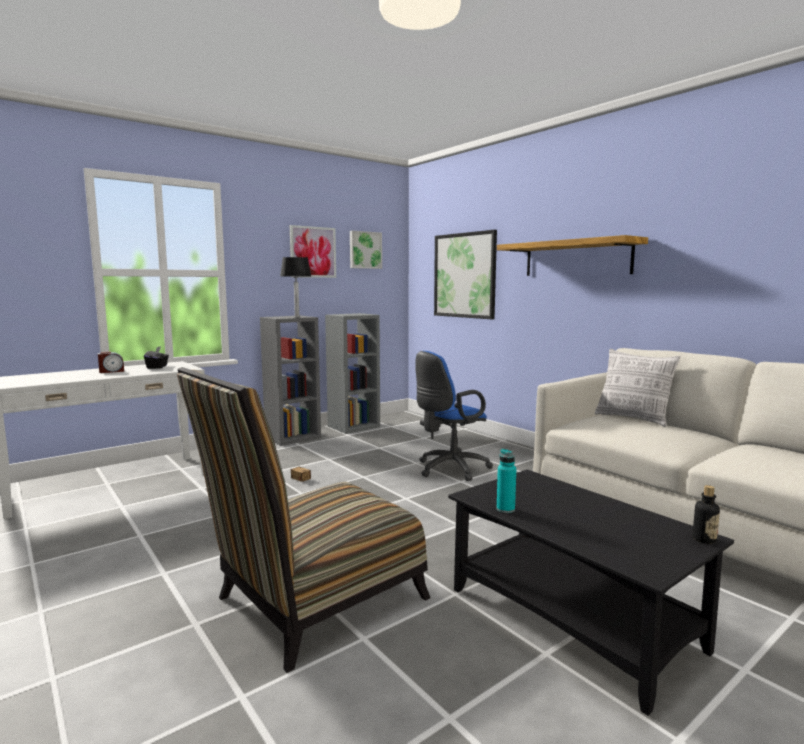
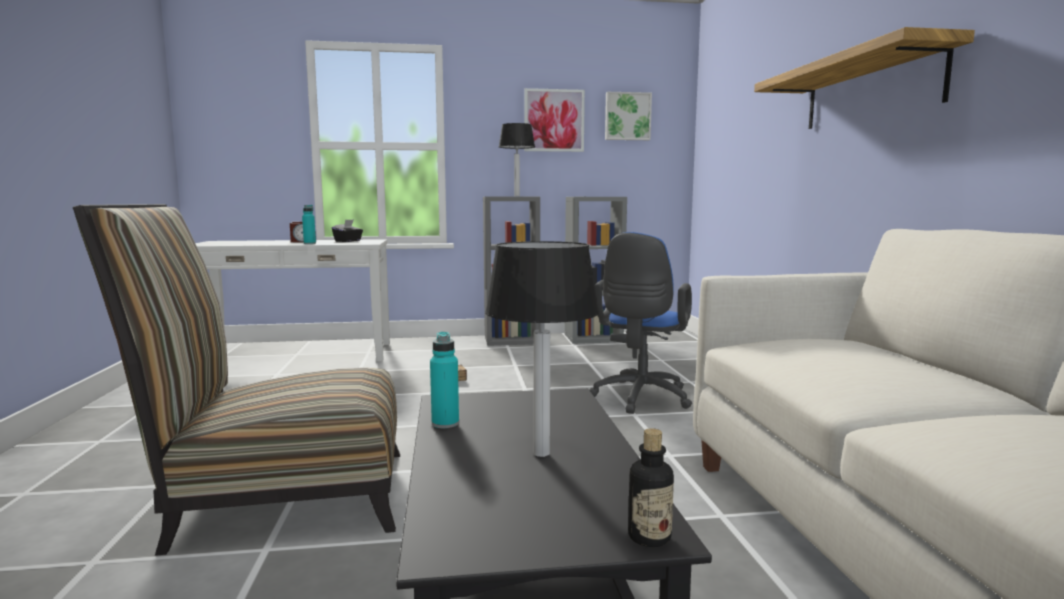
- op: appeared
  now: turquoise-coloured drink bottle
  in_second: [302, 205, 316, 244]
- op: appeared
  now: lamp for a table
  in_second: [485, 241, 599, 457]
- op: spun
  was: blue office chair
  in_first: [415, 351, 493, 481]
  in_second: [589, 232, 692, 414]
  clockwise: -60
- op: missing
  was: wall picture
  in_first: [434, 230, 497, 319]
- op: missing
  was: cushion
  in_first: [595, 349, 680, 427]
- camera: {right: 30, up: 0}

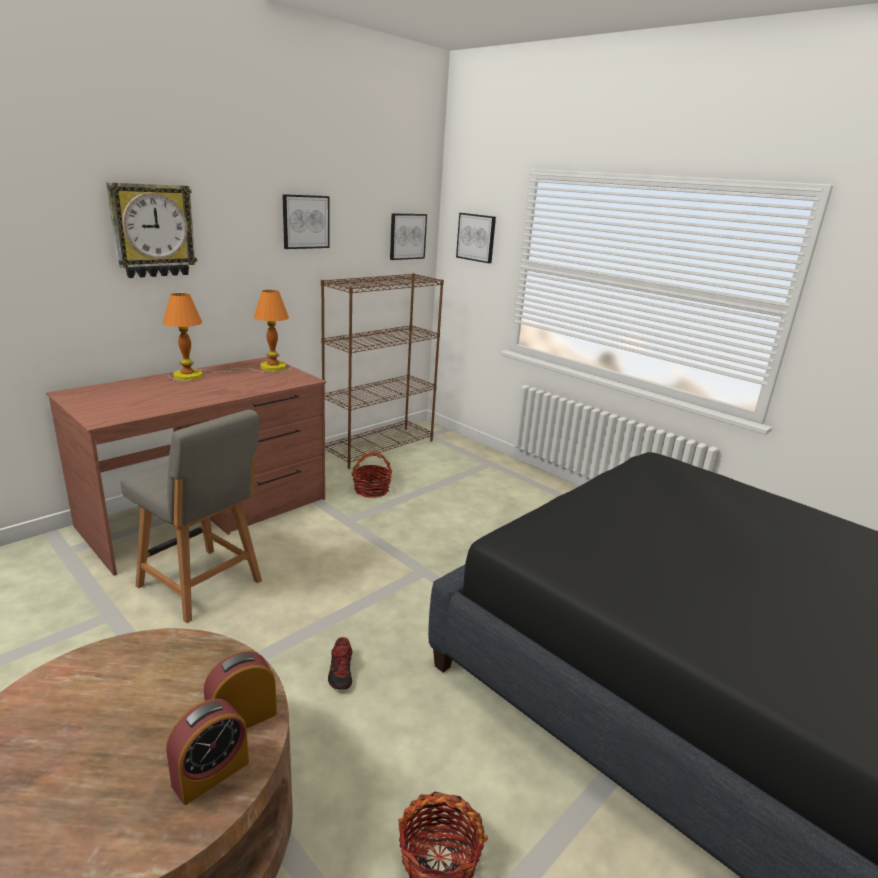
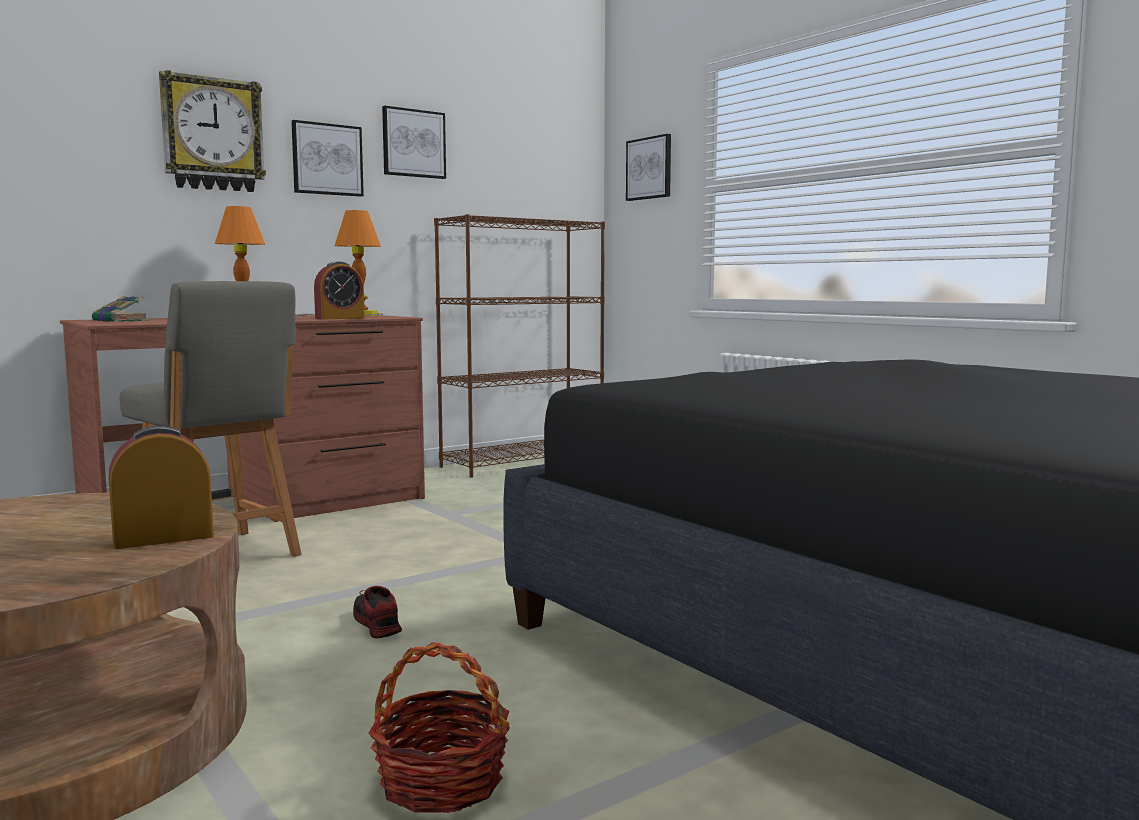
- op: appeared
  now: volume
  in_second: [92, 296, 149, 322]
- op: relocated
  was: wall picture
  in_first: [390, 213, 427, 260]
  in_second: [291, 120, 364, 197]
- op: relocated
  was: bedside clock
  in_first: [166, 699, 249, 805]
  in_second: [314, 261, 365, 319]
- op: spun
  was: low shoe
  in_first: [328, 637, 353, 690]
  in_second: [353, 586, 402, 638]
  clockwise: 150
- op: missing
  was: storage basket
  in_first: [351, 452, 392, 498]
- camera: {right: 10, up: -15}

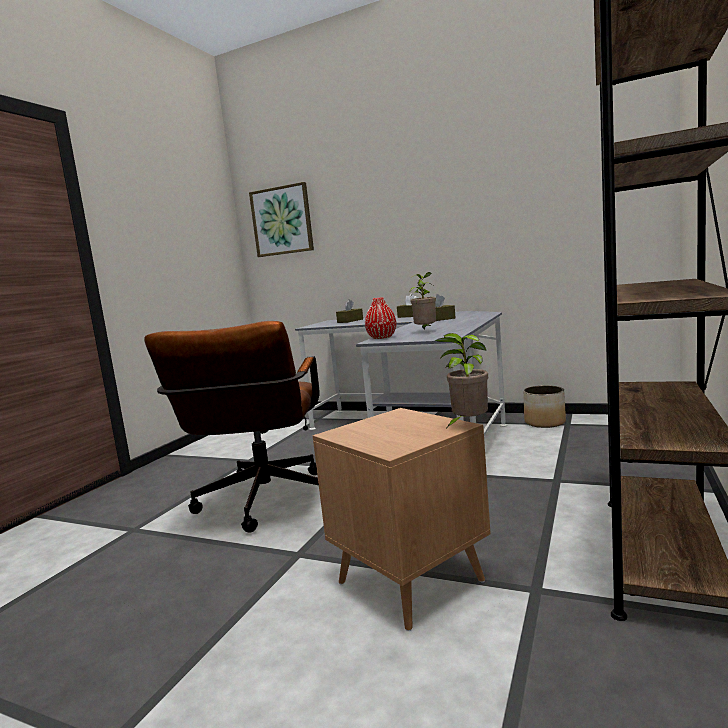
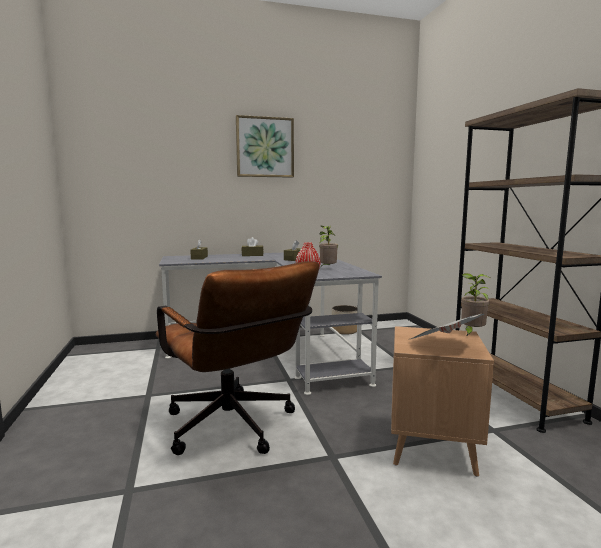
- op: relocated
  was: wall picture
  in_first: [249, 182, 314, 257]
  in_second: [236, 115, 294, 178]
- op: appeared
  now: daily paper
  in_second: [411, 313, 484, 339]
- camera: {right: -40, up: 0}

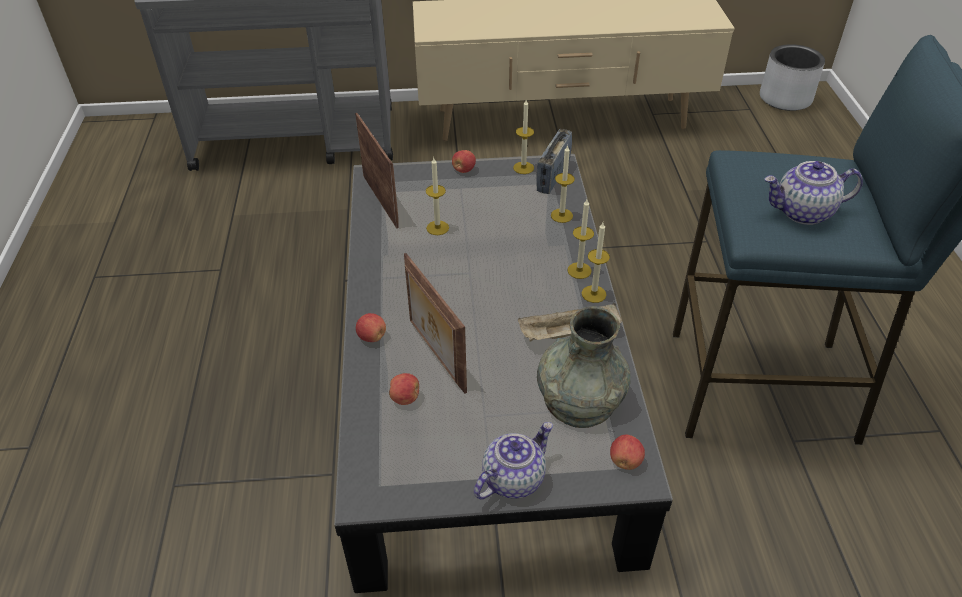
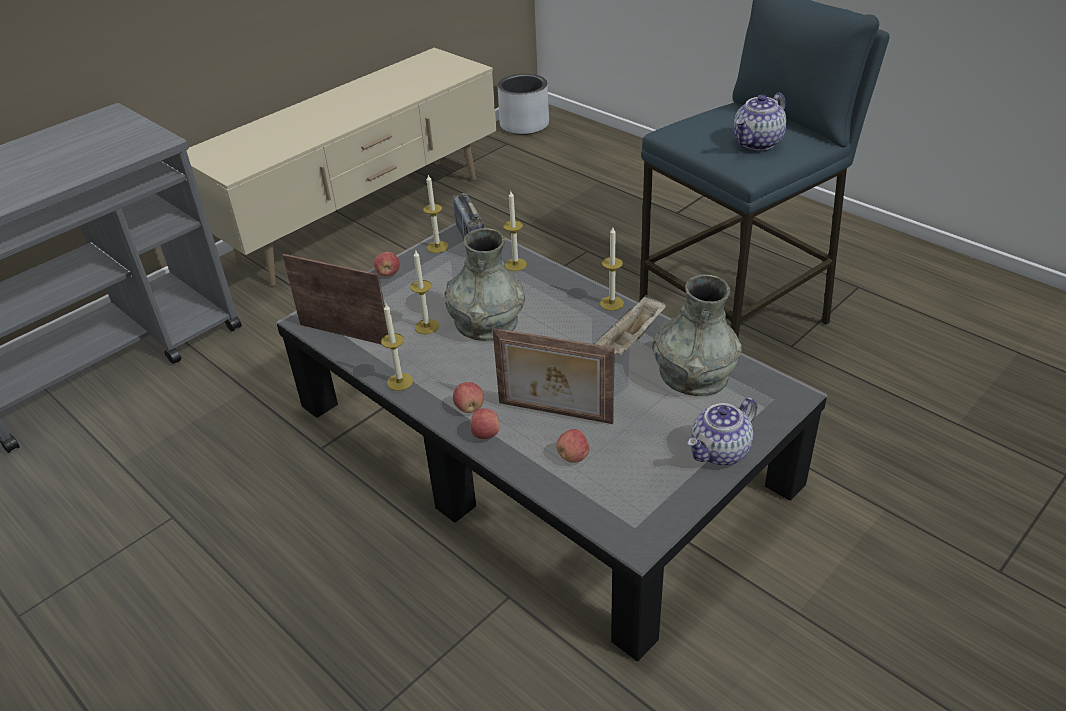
- op: relocated
  was: wax light
  in_first: [567, 200, 594, 279]
  in_second: [381, 304, 413, 391]
- op: appeared
  now: greyish flower vase
  in_second: [444, 228, 525, 341]
- op: relocated
  was: apple fruit
  in_first: [610, 434, 645, 470]
  in_second: [453, 382, 484, 413]
- op: spun
  was: teapot
  in_first: [474, 422, 553, 499]
  in_second: [687, 397, 757, 466]
  clockwise: -135
- camera: {right: -40, up: -5}

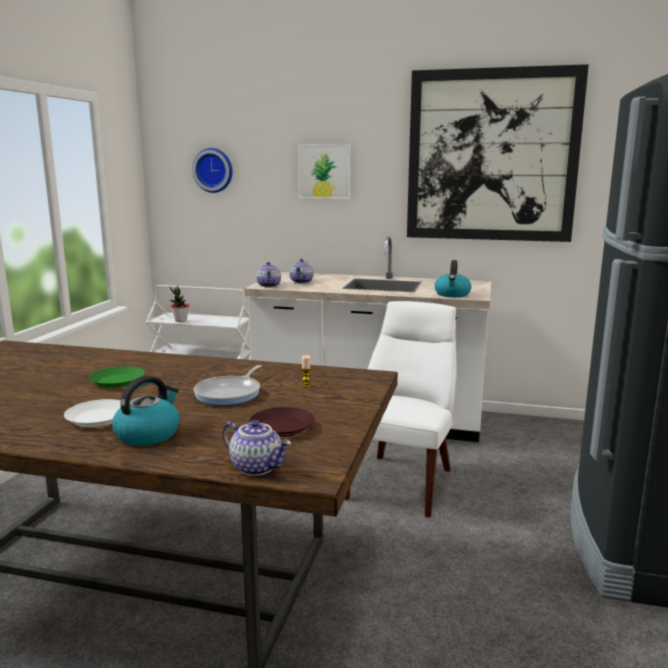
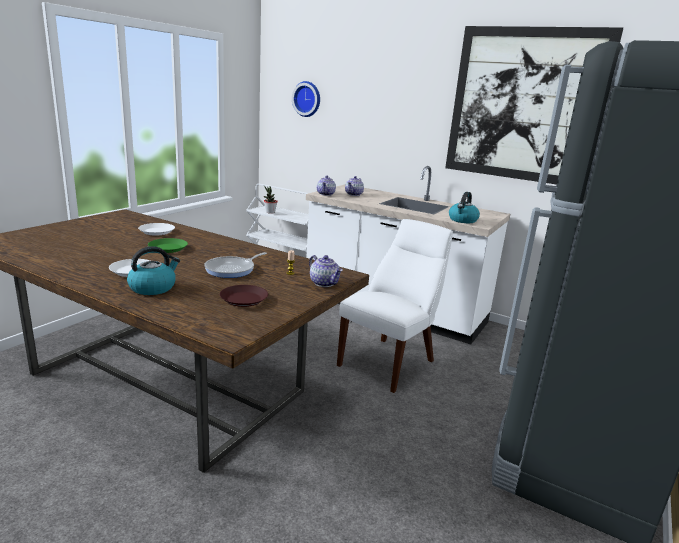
- op: appeared
  now: white-coloured flat dish
  in_second: [138, 223, 175, 235]
- op: relocated
  was: teapot
  in_first: [222, 420, 291, 476]
  in_second: [309, 255, 343, 287]
- op: missing
  was: wall picture
  in_first: [298, 144, 350, 199]
- camera: {right: 15, up: 5}

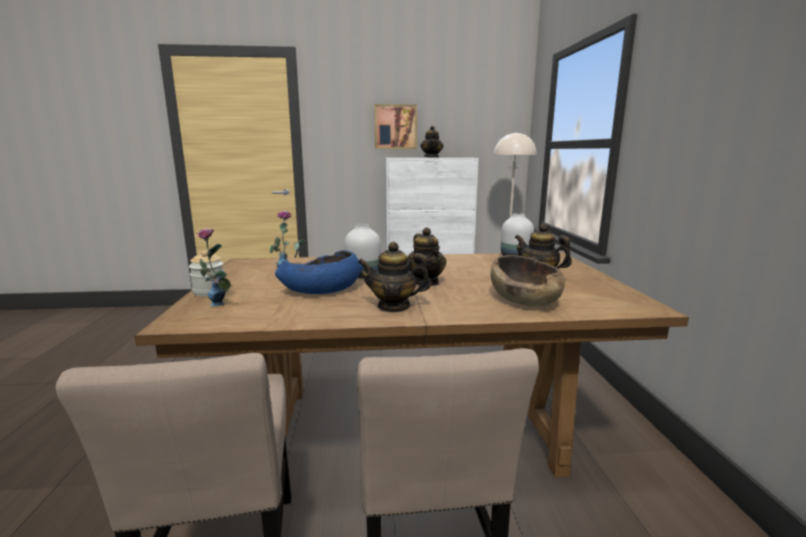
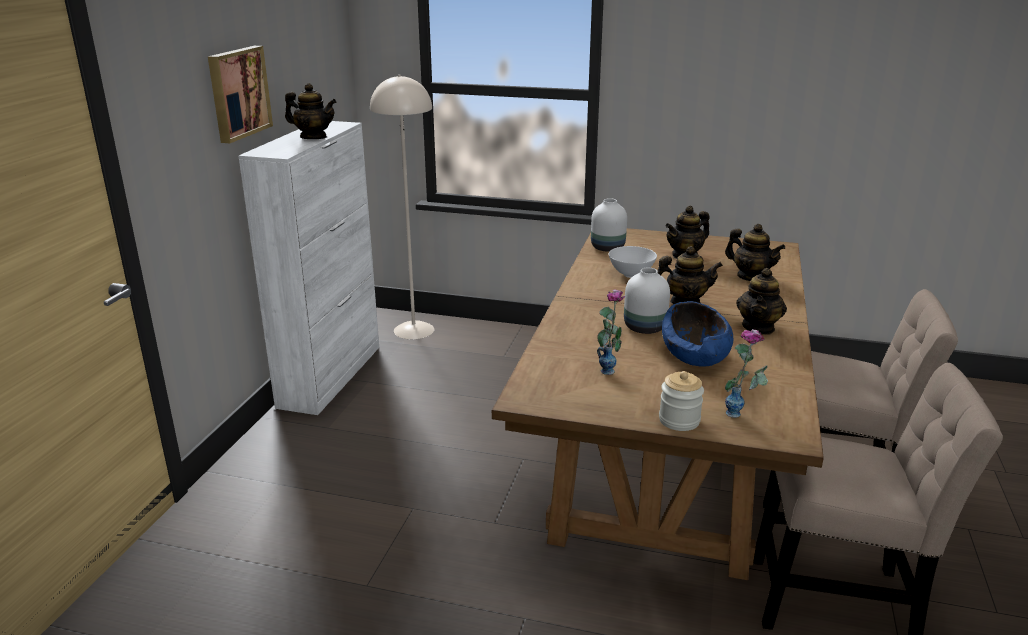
- op: appeared
  now: white-coloured deep dish
  in_second: [609, 246, 657, 278]
- op: exchanged
  was: brown deep dish
  now: teapot
  in_first: [491, 255, 565, 306]
  in_second: [725, 224, 785, 281]
- camera: {right: -70, up: 10}

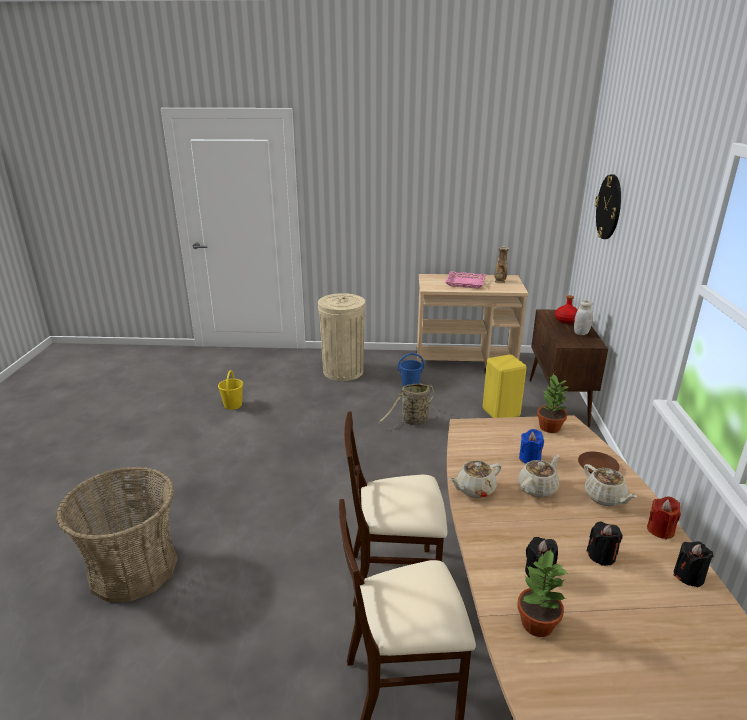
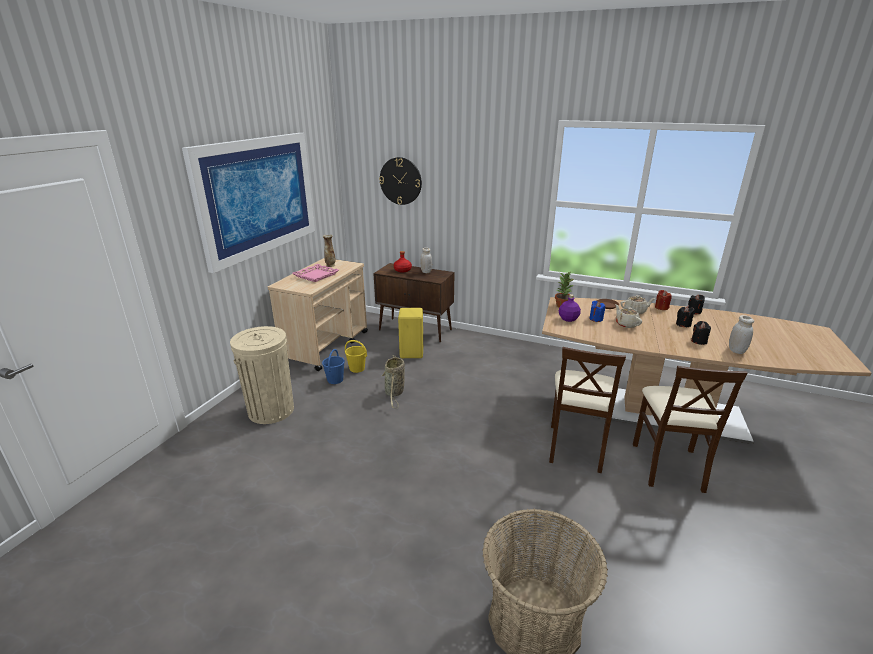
- op: appeared
  now: wall picture
  in_second: [182, 133, 315, 273]
- op: relocated
  was: yellow-coloured pail
  in_first: [218, 370, 243, 410]
  in_second: [345, 340, 367, 373]
- op: appeared
  now: purple drink bottle
  in_second: [559, 294, 581, 322]
- op: exchanged
  was: plant in a pot
  now: white-coloured jar
  in_first: [518, 549, 568, 637]
  in_second: [729, 315, 754, 354]
- op: missing
  was: sand-coloured teapot
  in_first: [449, 461, 501, 498]
- camera: {right: -70, up: 0}

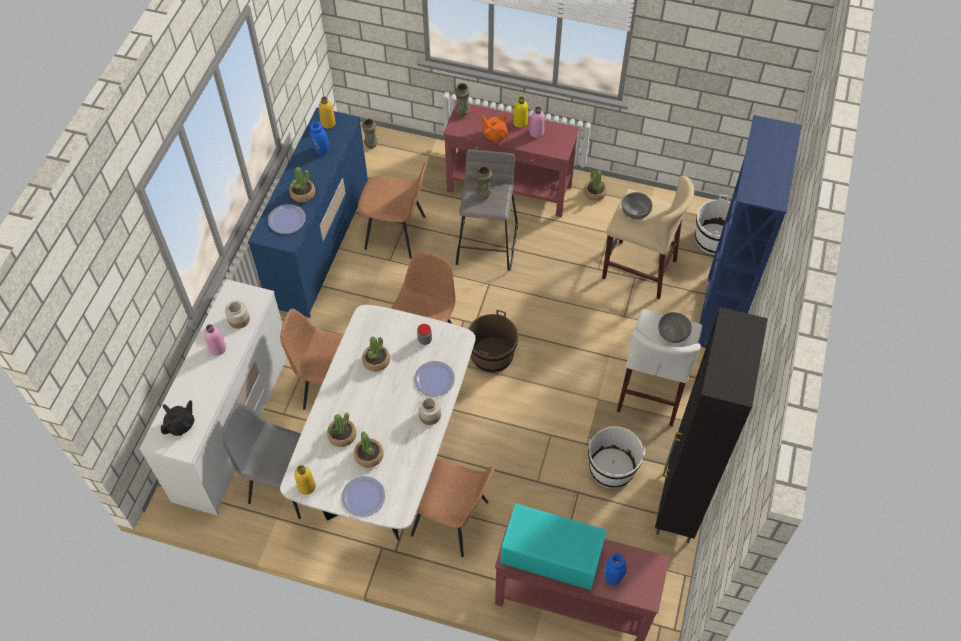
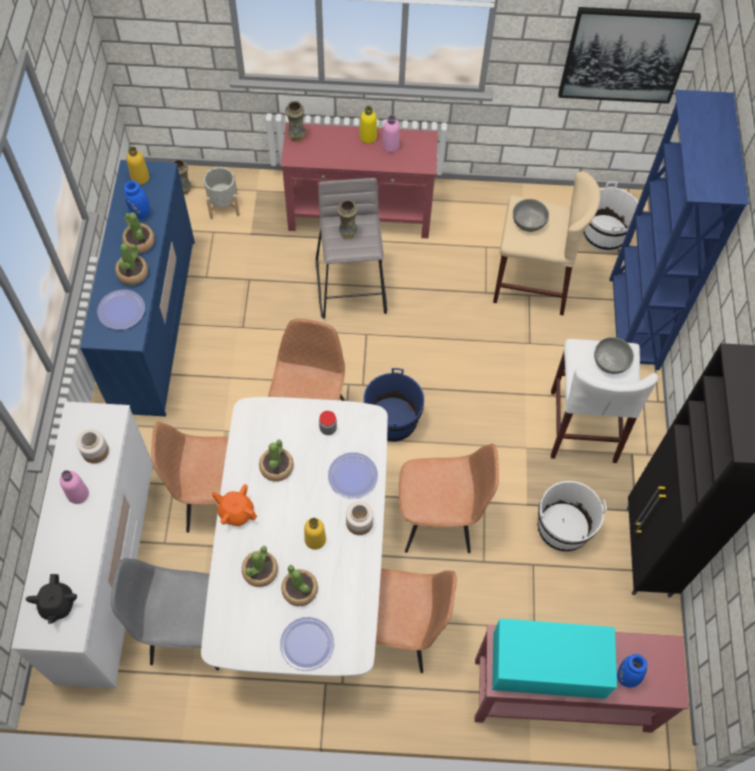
- op: spun
  was: black teapot
  in_first: [161, 400, 194, 436]
  in_second: [26, 574, 77, 624]
  clockwise: 150
- op: relocated
  was: plant in a pot
  in_first: [584, 171, 607, 201]
  in_second: [122, 212, 155, 253]
- op: appeared
  now: greyish plant pot
  in_second: [204, 167, 240, 219]
- op: relocated
  was: orangey teapot
  in_first: [481, 115, 509, 143]
  in_second: [211, 484, 257, 526]
- op: relocated
  was: yellow-coloured drink bottle
  in_first: [294, 465, 316, 495]
  in_second: [304, 518, 326, 550]
- op: colour
  was: brown pail
  now: blue pail
  in_first: [468, 310, 518, 373]
  in_second: [363, 368, 424, 442]
- op: relocated
  was: brown plain chair
  in_first: [358, 162, 427, 259]
  in_second: [399, 444, 499, 553]
- op: appeared
  now: wall picture
  in_second: [558, 7, 701, 104]
- camera: {right: -15, up: 5}

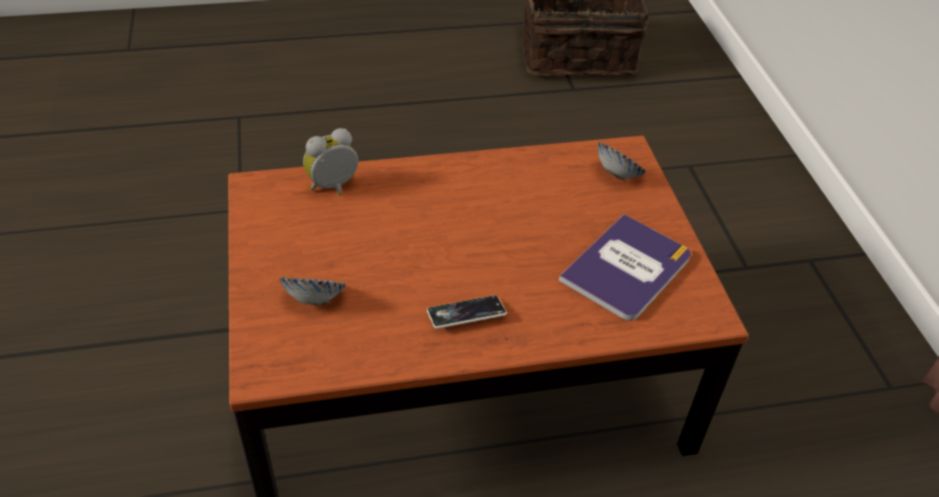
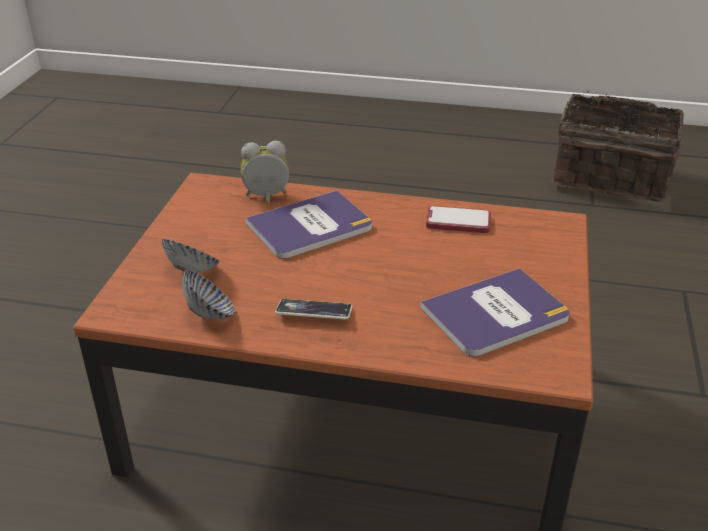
- op: relocated
  was: deep dish
  in_first: [598, 142, 647, 182]
  in_second: [182, 270, 235, 321]
- op: appeared
  now: volume
  in_second: [245, 190, 372, 259]
- op: appeared
  now: handset
  in_second: [426, 206, 491, 233]
- camera: {right: 25, up: -10}

